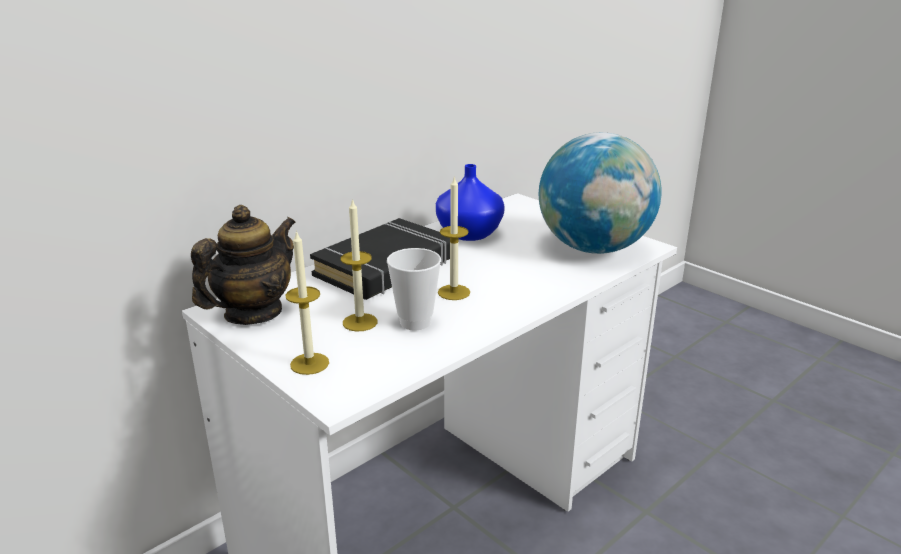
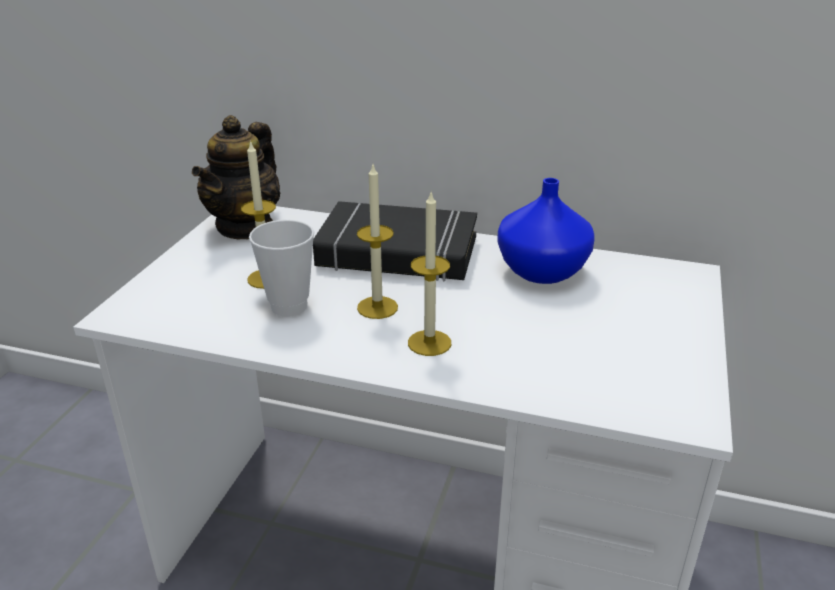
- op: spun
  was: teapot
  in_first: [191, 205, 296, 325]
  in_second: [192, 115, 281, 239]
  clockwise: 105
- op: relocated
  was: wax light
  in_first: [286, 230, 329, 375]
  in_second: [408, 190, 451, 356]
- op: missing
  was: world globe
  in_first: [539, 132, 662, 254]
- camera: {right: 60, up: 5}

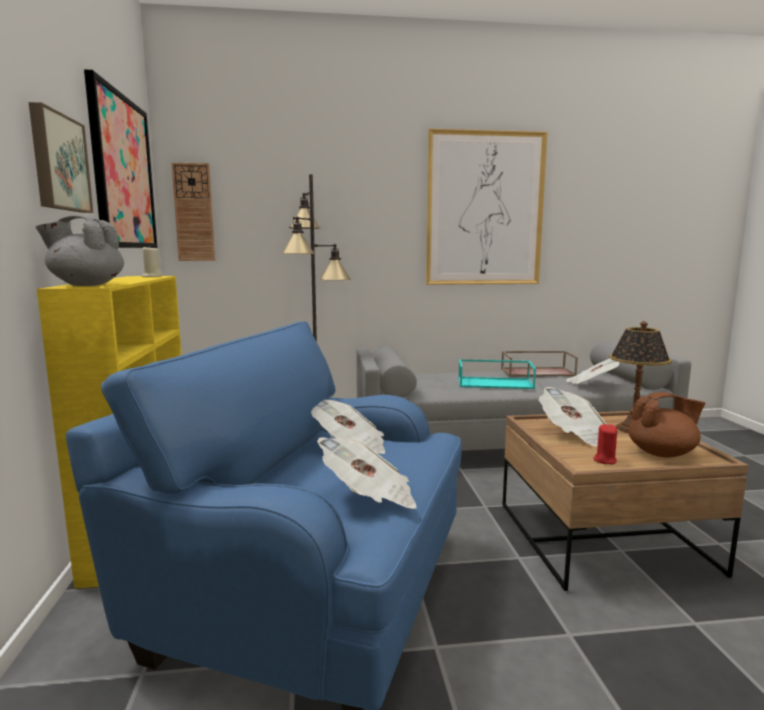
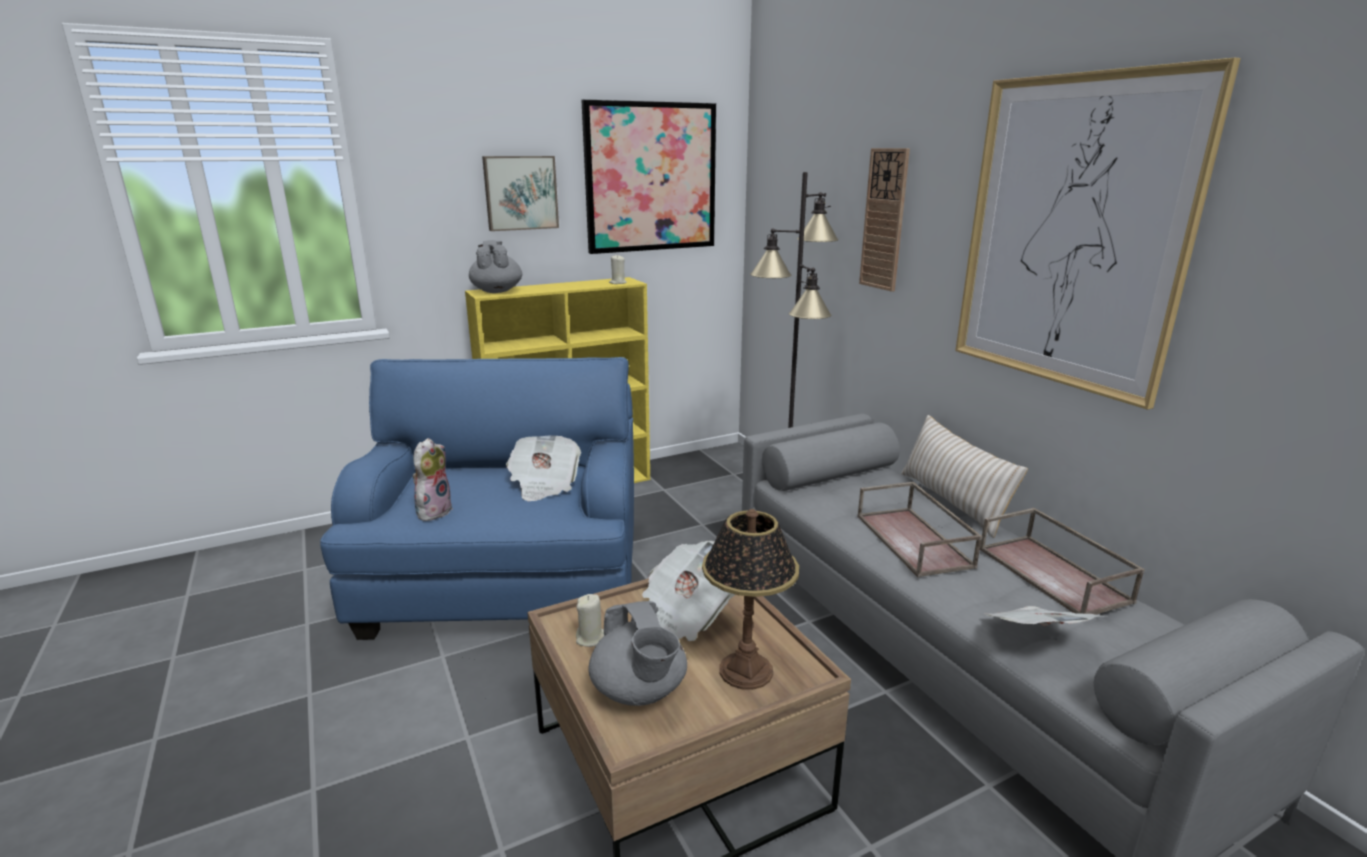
- op: exchanged
  was: daily paper
  now: plush toy
  in_first: [317, 437, 417, 509]
  in_second: [413, 438, 453, 521]
- op: colour
  was: reddish wax light
  now: sand-coloured wax light
  in_first: [593, 424, 617, 464]
  in_second: [576, 594, 604, 647]
- op: colour
  was: brown teapot
  now: greyish teapot
  in_first: [628, 392, 705, 458]
  in_second: [589, 601, 687, 706]
- op: colour
  was: turquoise-coloured tray
  now: brown tray
  in_first: [458, 359, 536, 389]
  in_second: [857, 482, 982, 577]
- op: relocated
  was: clock on the wall
  in_first: [172, 163, 215, 261]
  in_second: [859, 148, 910, 292]
- op: appeared
  now: sand-coloured cushion
  in_second: [901, 415, 1028, 538]
- camera: {right: 70, up: 10}

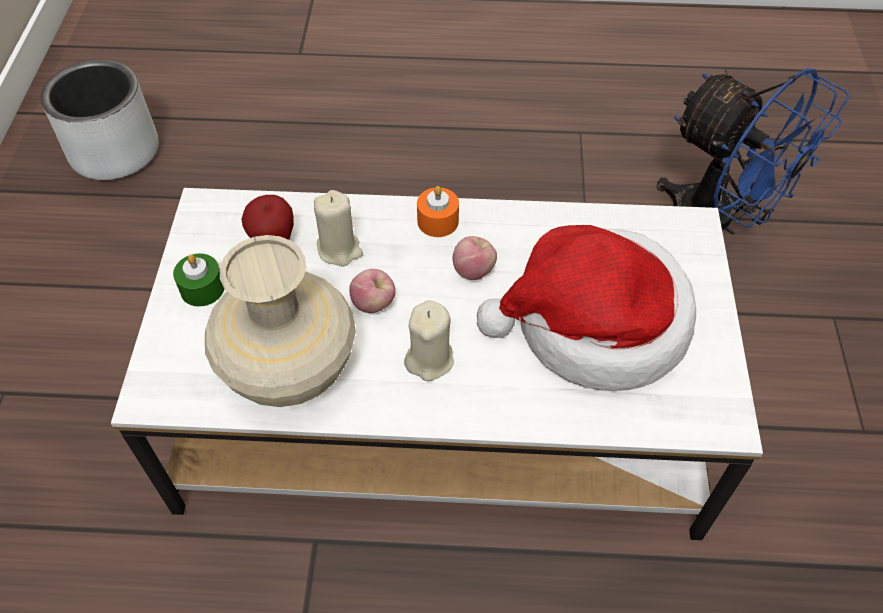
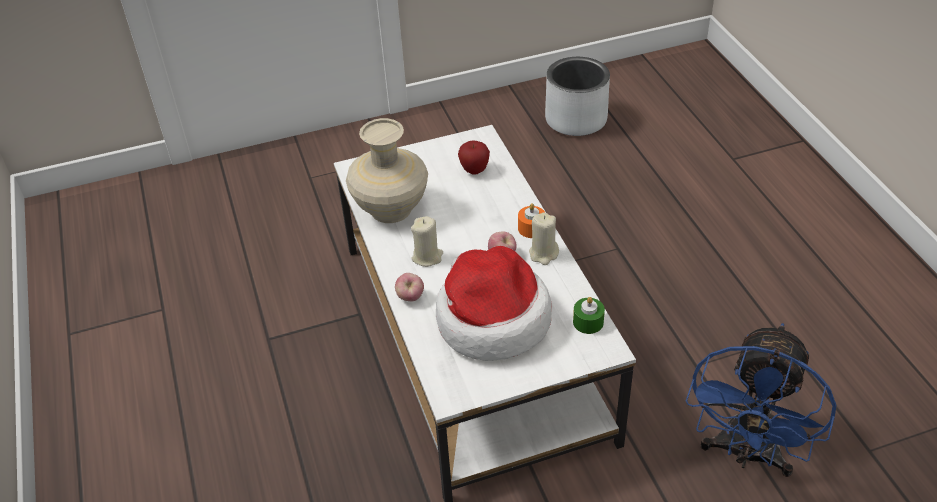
- op: relocated
  was: apple fruit
  in_first: [349, 269, 396, 313]
  in_second: [395, 273, 424, 301]
- op: relocated
  was: sand-coloured wax light
  in_first: [314, 190, 363, 266]
  in_second: [529, 212, 559, 265]
- op: relocated
  was: green wax light
  in_first: [173, 253, 224, 307]
  in_second: [573, 297, 605, 334]
- camera: {right: 70, up: -10}

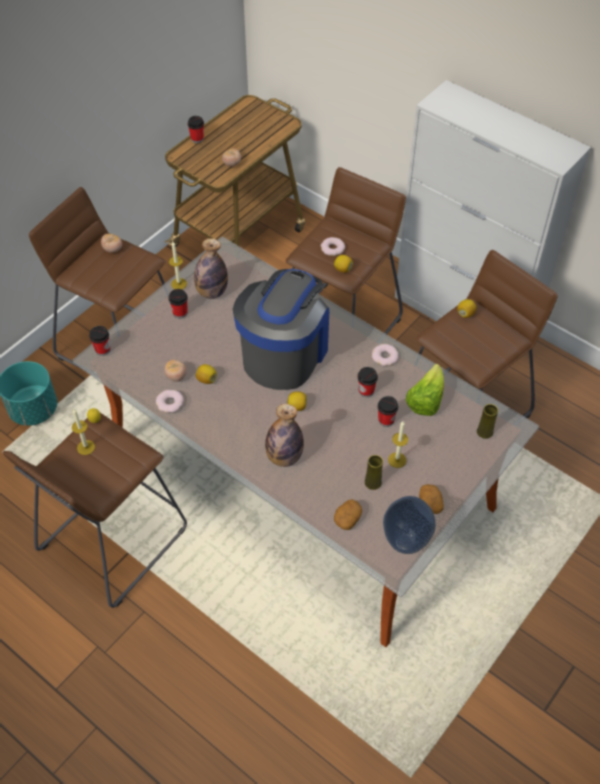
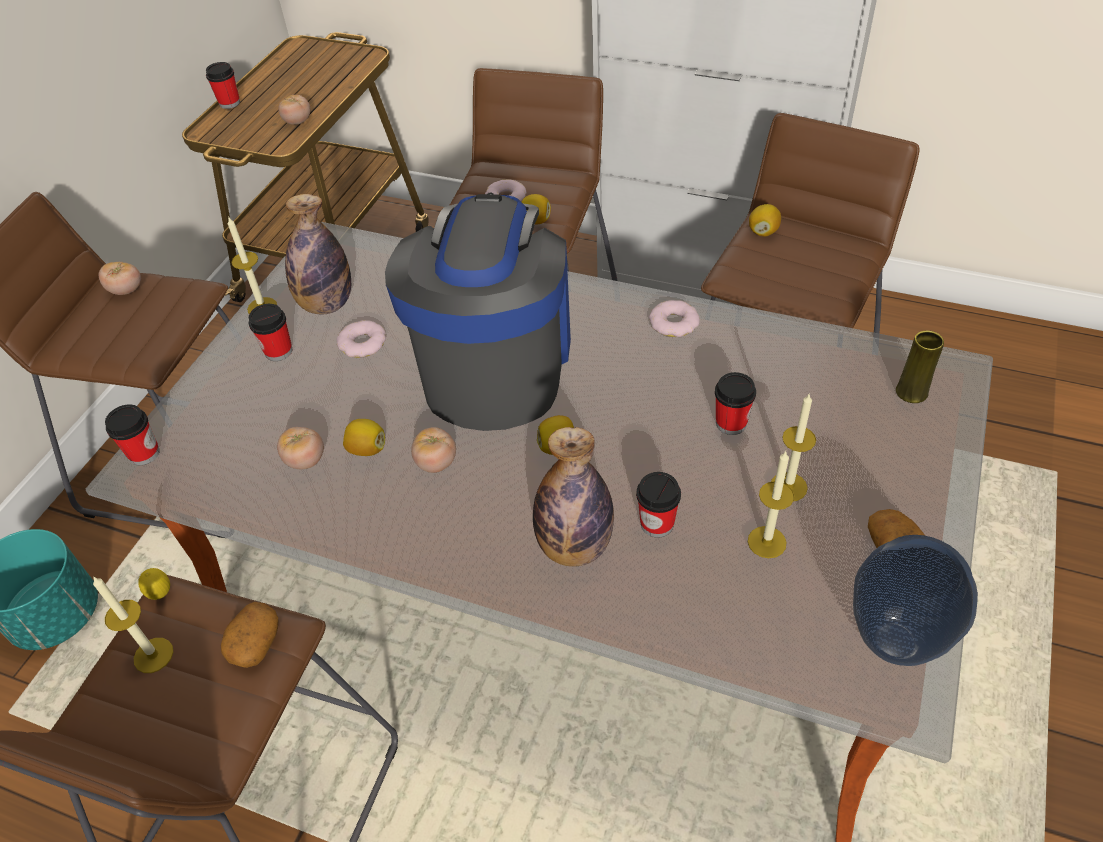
- op: relocated
  was: whole potato
  in_first: [334, 499, 362, 530]
  in_second: [221, 602, 278, 668]
- op: relocated
  was: donut
  in_first: [156, 389, 184, 413]
  in_second: [337, 320, 386, 358]
- op: appeared
  now: tomato
  in_second: [411, 427, 456, 473]
- op: relocated
  was: cup
  in_first: [357, 367, 378, 397]
  in_second: [636, 472, 681, 538]
- op: exchanged
  was: yellow-coloured flower vase
  now: wax light
  in_first: [365, 455, 383, 490]
  in_second: [748, 451, 794, 558]
- op: missing
  was: lettuce head
  in_first: [406, 364, 444, 416]
- camera: {right: -15, up: -5}

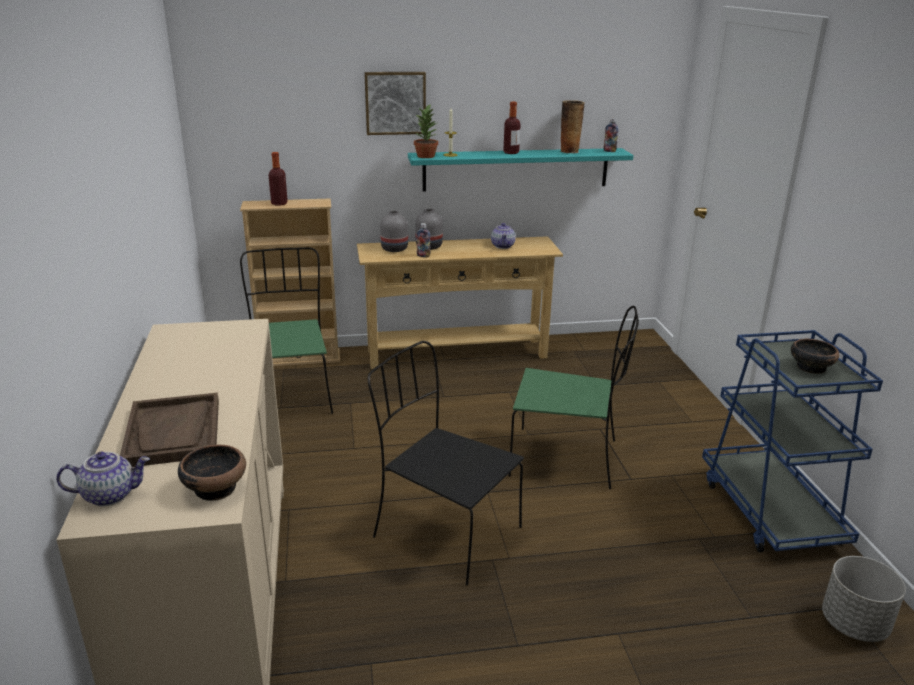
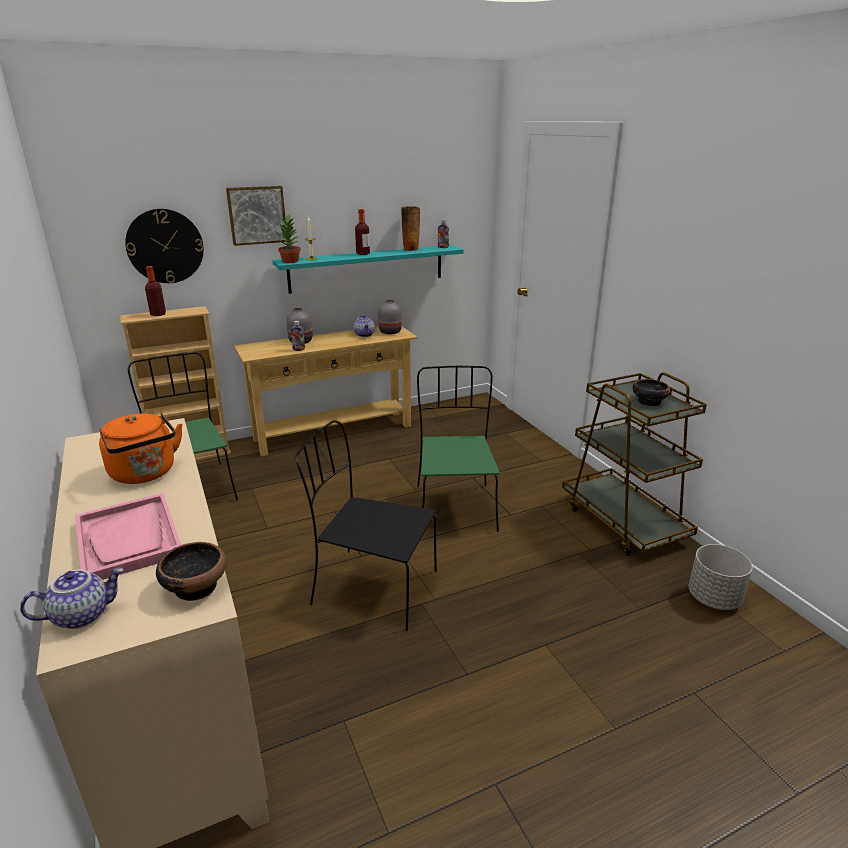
- op: colour
  was: brown tray
  now: pink tray
  in_first: [120, 393, 219, 467]
  in_second: [75, 493, 181, 580]
- op: appeared
  now: orangey kettle
  in_second: [99, 412, 183, 484]
- op: appeared
  now: clock on the wall
  in_second: [125, 209, 204, 283]
- op: relocated
  was: greyish flower vase
  in_first: [380, 210, 408, 252]
  in_second: [378, 299, 402, 334]
- op: spun
  was: green plain chair
  in_first: [508, 306, 639, 489]
  in_second: [417, 366, 500, 532]
  clockwise: -90
- op: colour
  was: blue cart
  now: brown cart
  in_first: [702, 330, 883, 552]
  in_second: [562, 372, 707, 556]
- camera: {right: -15, up: 0}

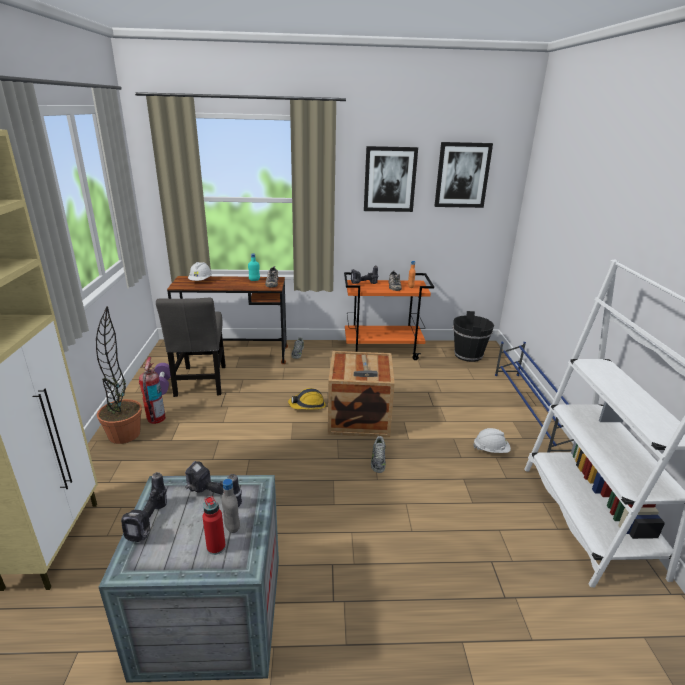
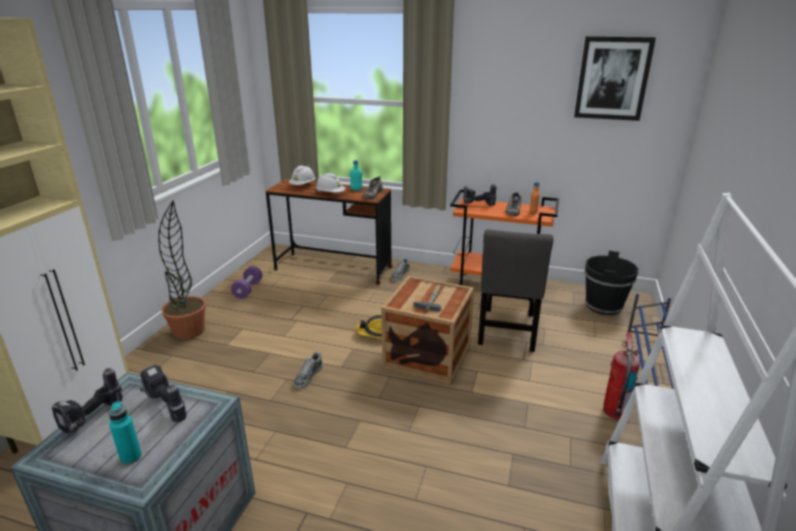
- op: colour
  was: reddish drink bottle
  now: turquoise-coloured drink bottle
  in_first: [202, 496, 226, 555]
  in_second: [109, 401, 142, 465]
- op: relocated
  was: low shoe
  in_first: [371, 436, 386, 473]
  in_second: [294, 351, 323, 389]
- op: relocated
  was: white-coloured work helmet
  in_first: [473, 428, 511, 453]
  in_second: [316, 173, 346, 192]
- op: relocated
  was: greyish plain chair
  in_first: [156, 298, 226, 397]
  in_second: [478, 229, 553, 352]
- op: relocated
  was: extinguisher
  in_first: [139, 357, 166, 424]
  in_second: [603, 332, 640, 419]
- op: missing
  was: greyish drink bottle
  in_first: [221, 479, 240, 533]
- op: missing
  was: wall picture
  in_first: [364, 146, 418, 212]
- camera: {right: 20, up: 0}

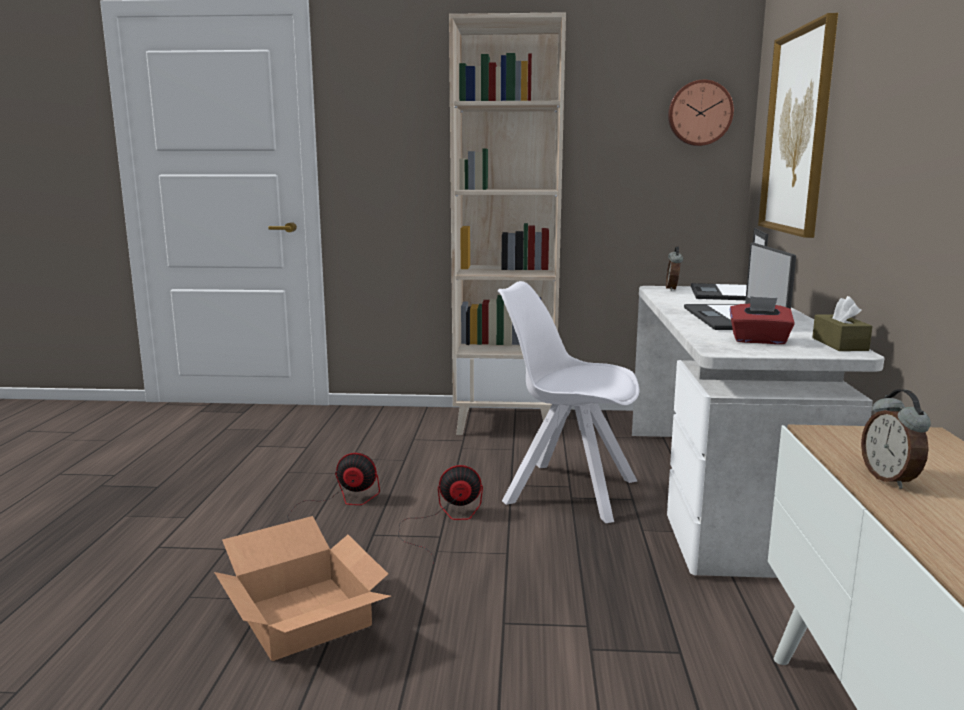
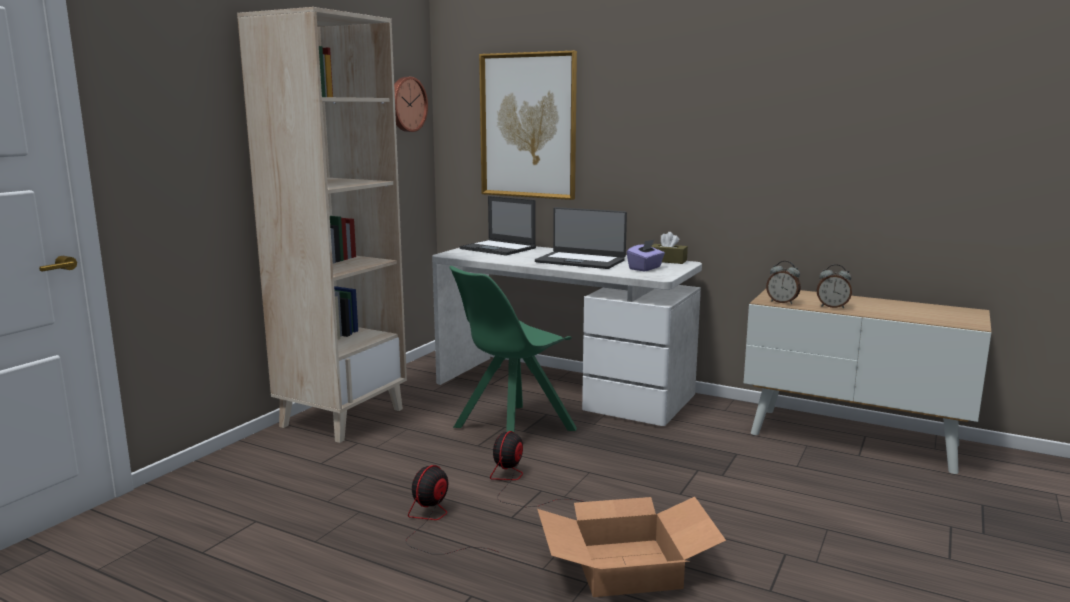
- op: colour
  was: white-coloured plain chair
  now: green plain chair
  in_first: [498, 281, 639, 523]
  in_second: [449, 266, 577, 432]
- op: colour
  was: reddish tissue box
  now: purple tissue box
  in_first: [730, 296, 795, 344]
  in_second: [627, 239, 665, 271]
- op: relocated
  was: bedside clock
  in_first: [666, 246, 683, 291]
  in_second: [766, 261, 801, 304]
- camera: {right: -65, up: 0}

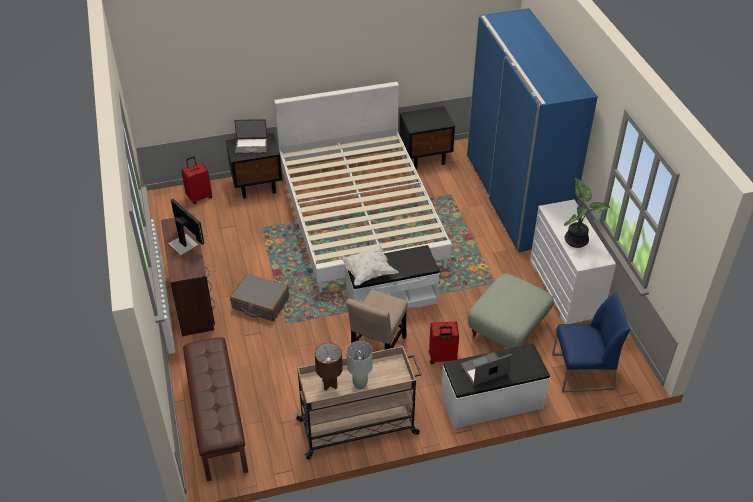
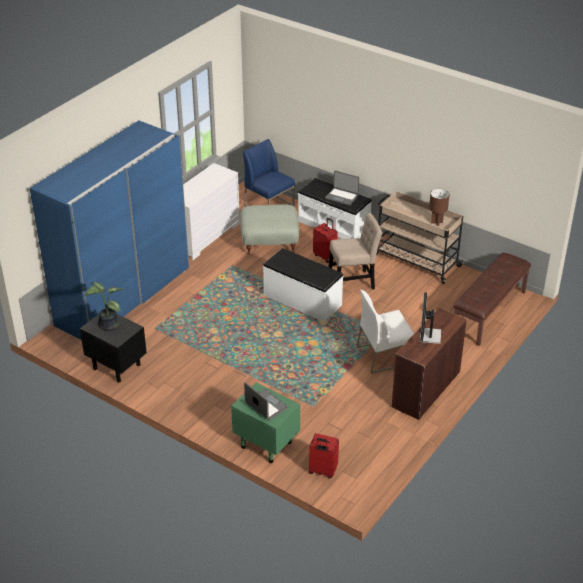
- op: relocated
  was: plant in a pot
  in_first: [564, 178, 610, 248]
  in_second: [85, 282, 124, 331]
- op: colour
  was: black nightstand
  now: green nightstand
  in_first: [226, 133, 282, 199]
  in_second: [231, 383, 300, 463]
- op: exchanged
  was: greyish piece of luggage
  now: white-coloured plain chair
  in_first: [230, 274, 289, 321]
  in_second: [356, 290, 414, 374]
- op: missing
  was: white-coloured sleeping bed
  in_first: [274, 82, 452, 292]
- op: missing
  was: white-coloured cushion
  in_first: [339, 244, 399, 286]
- op: missing
  was: greyish lamp for a table
  in_first: [347, 341, 373, 389]
- camera: {right: -130, up: -5}

